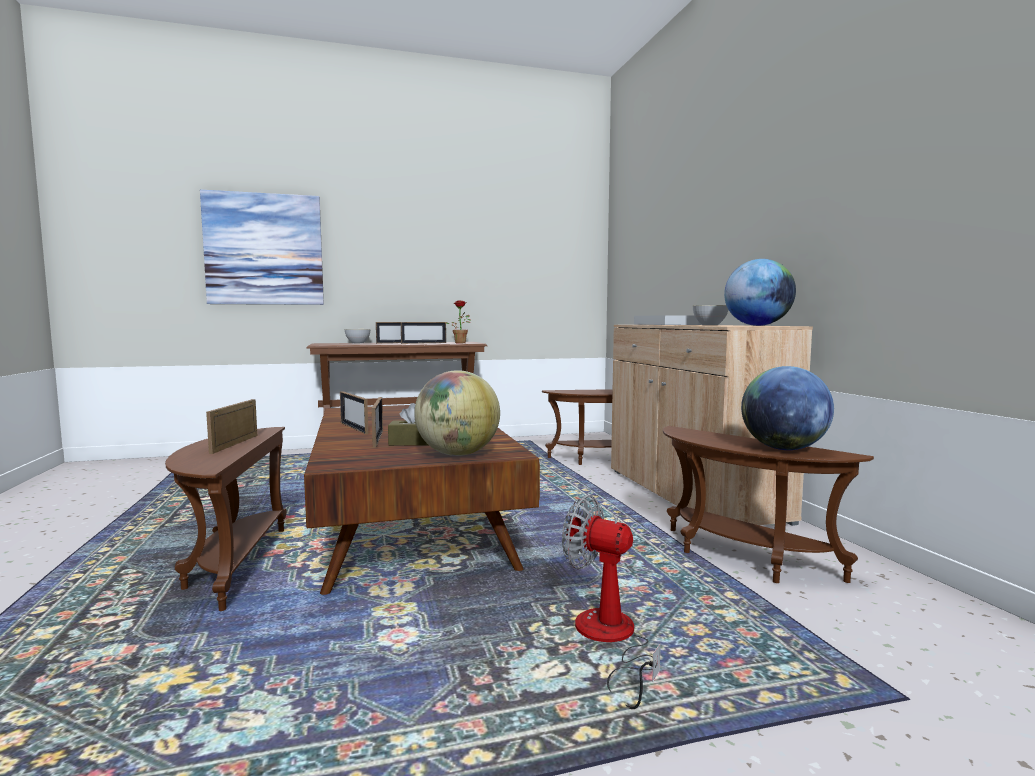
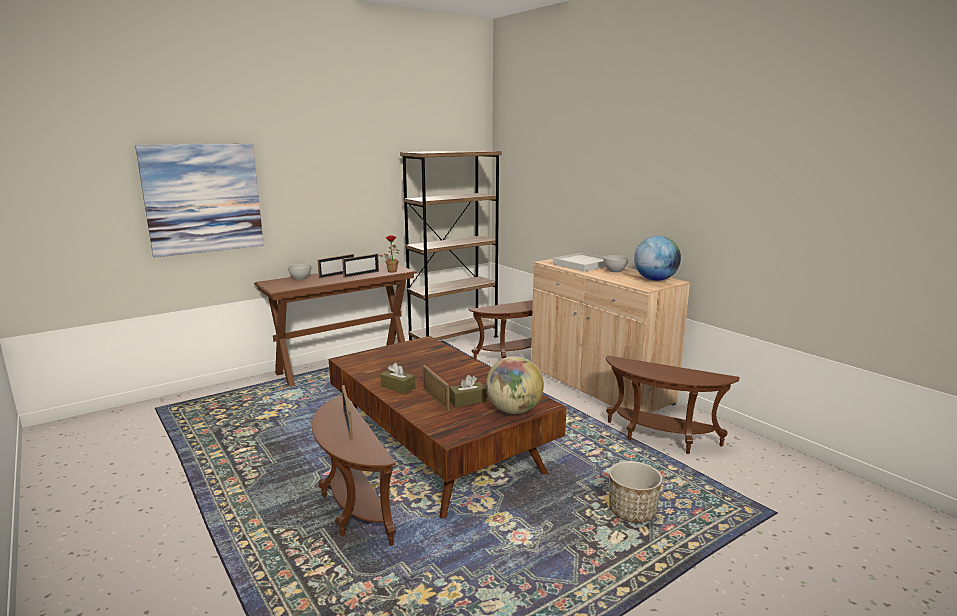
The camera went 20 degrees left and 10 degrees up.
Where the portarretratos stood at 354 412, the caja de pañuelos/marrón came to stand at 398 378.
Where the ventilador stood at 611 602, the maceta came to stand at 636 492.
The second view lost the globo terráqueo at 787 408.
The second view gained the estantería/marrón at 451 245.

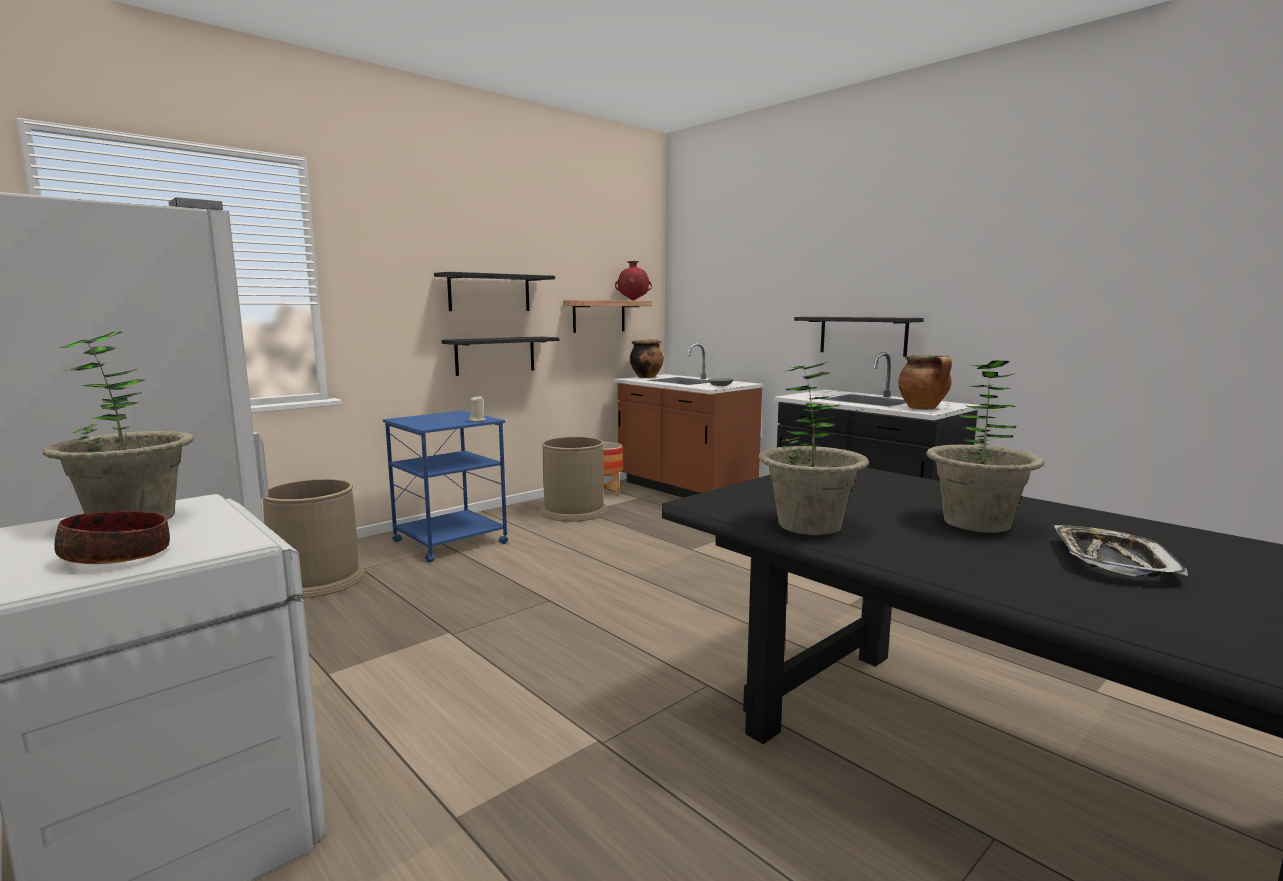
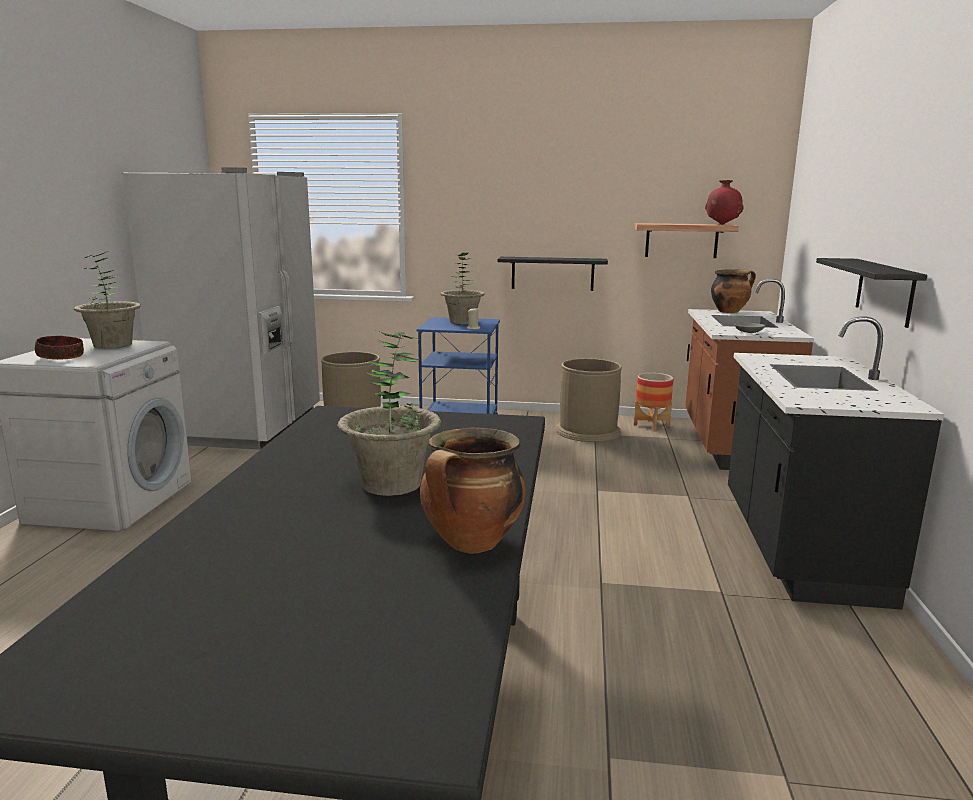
The camera went 50 degrees right and 5 degrees up.
The second view lost the estante/negro at 494 291.
The planta en maceta ended up elsewhere, having gone from 813 448 to 462 288.
The olla ended up elsewhere, having gone from 925 382 to 472 490.
The second view lost the bandeja at 1121 551.

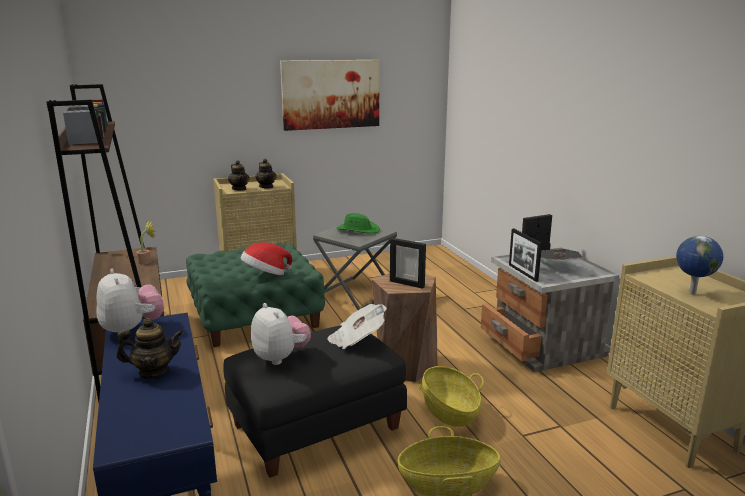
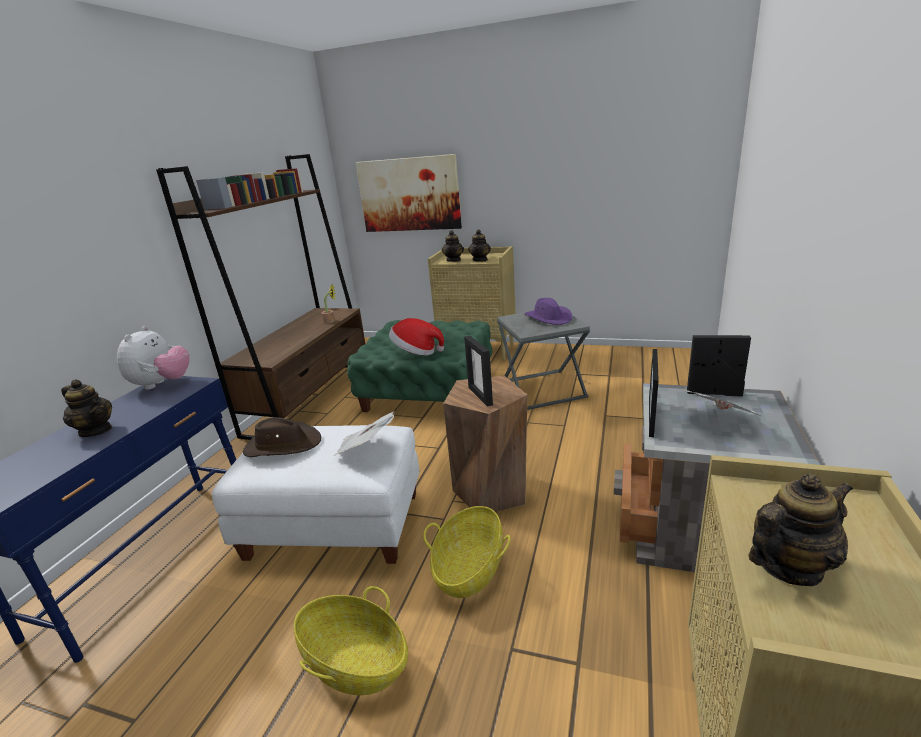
The camera went 40 degrees right and 5 degrees up.
What was the puf/negro at 315 401 turned into the puf/blanco at 316 494.
Where the peluche stood at 281 334, the sombrero/marrón came to stand at 282 437.
The cuadro ended up elsewhere, having gone from 330 95 to 409 193.
What was the sombrero/verde at 358 223 turned into the sombrero/morado at 548 311.
Where the globo terráqueo stood at 699 265, the tetera came to stand at 800 529.

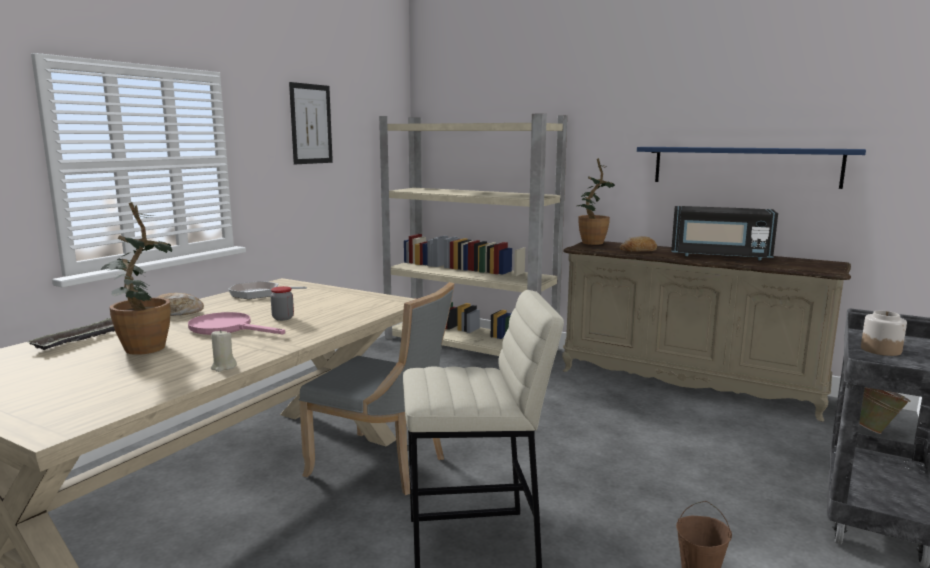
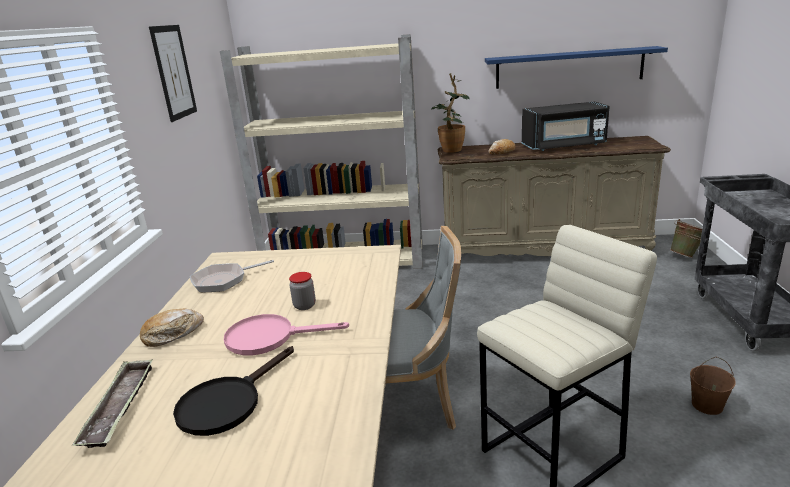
The camera went 25 degrees left and 10 degrees up.
Where the planta en maceta stood at 136 278, the sartén/negro came to stand at 233 391.
The second view lost the vela/beis at 224 350.
The second view lost the tarro at 884 333.

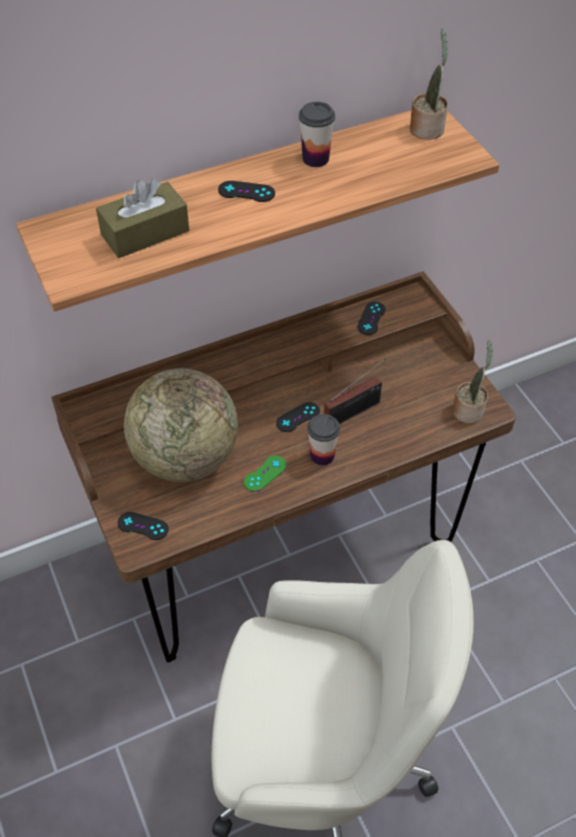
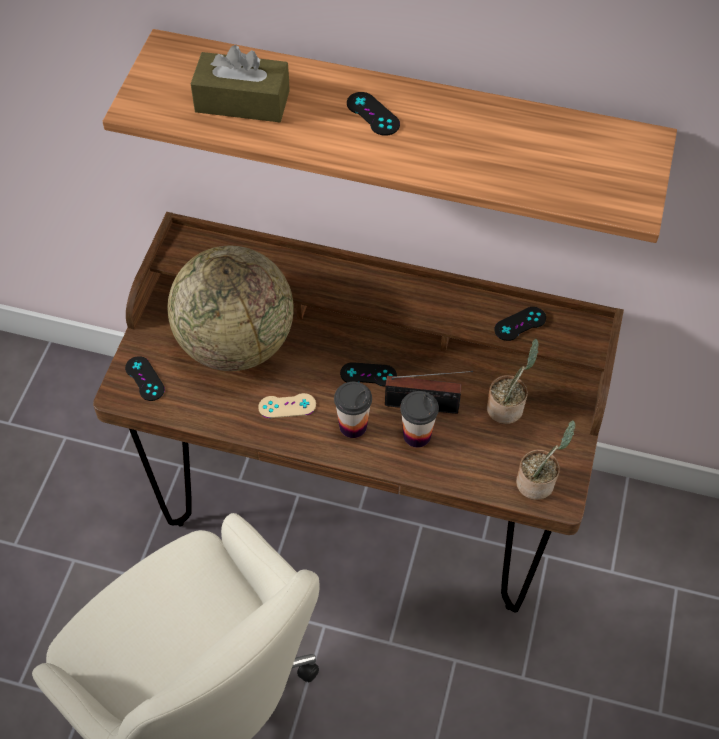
The camera went 40 degrees right and 5 degrees up.
What was the mando de consola/verde at 265 474 turned into the mando de consola/beis at 287 405.
The taza ended up elsewhere, having gone from 317 134 to 419 419.
The planta en maceta ended up elsewhere, having gone from 429 84 to 513 381.

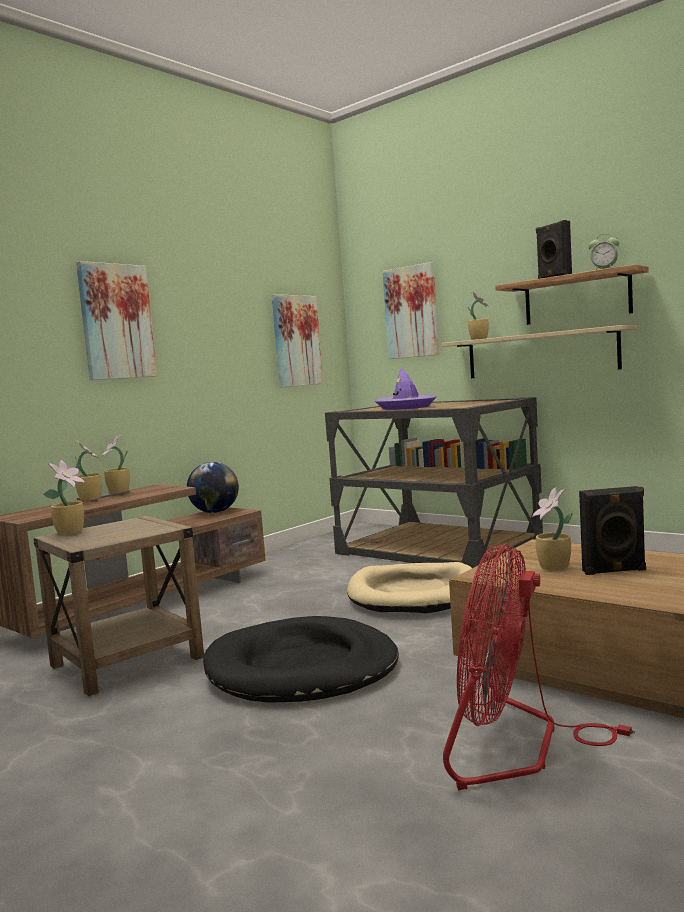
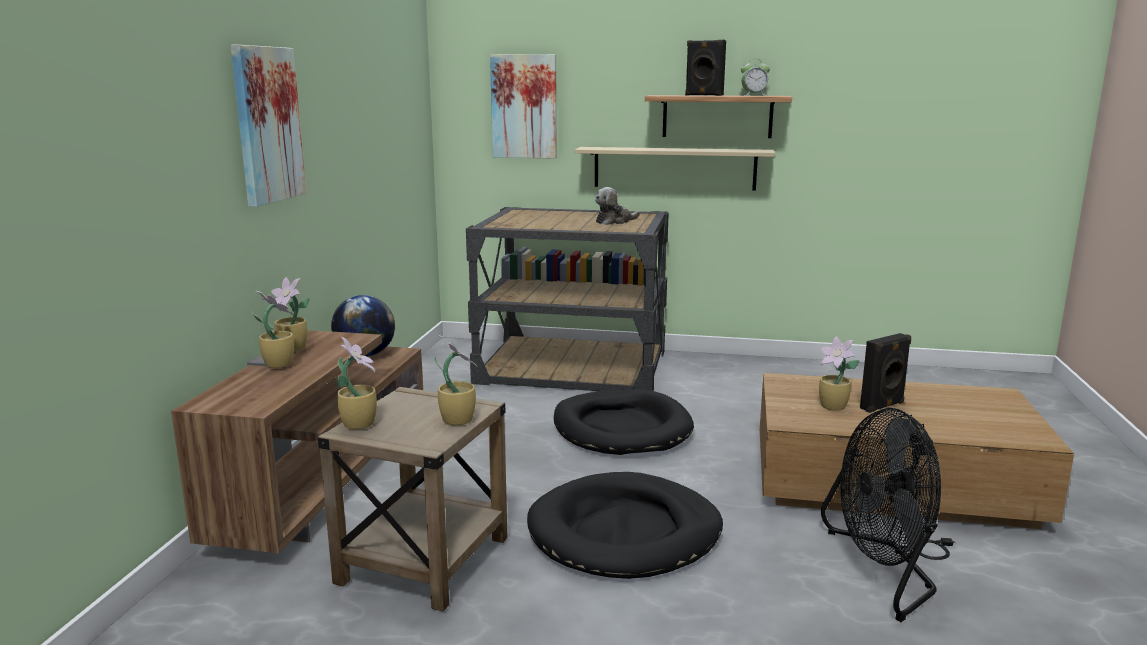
The camera went 30 degrees left and 10 degrees up.
The second view lost the cuadro at 297 341.
What was the cama para perro/beis at 409 587 turned into the cama para perro/negro at 623 422.
The second view lost the sombrero/morado at 406 388.
What was the ventilador/rojo at 538 667 turned into the ventilador/negro at 888 515.
The planta en maceta ended up elsewhere, having gone from 478 315 to 455 380.
The second view gained the peluche at 617 206.

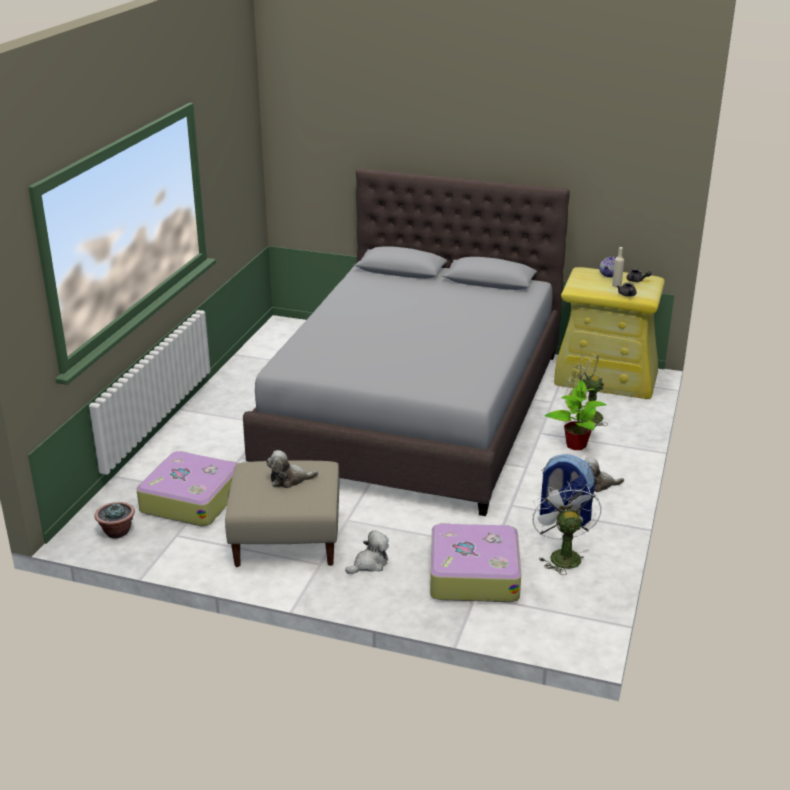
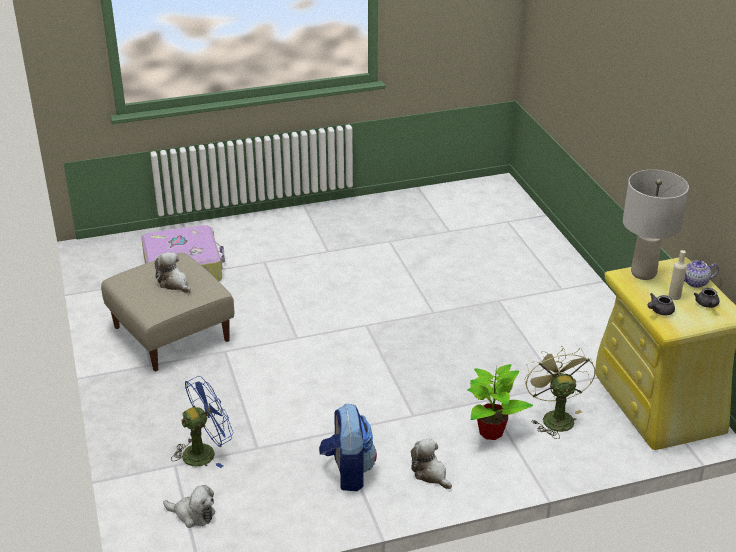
The camera went 55 degrees right and 5 degrees up.
The second view lost the planta en maceta at 115 520.
The second view lost the cama/gris at 406 342.
The peluche ended up elsewhere, having gone from 367 552 to 189 506.
Where the maleta stood at 475 562, the ventilador/azul came to stand at 202 422.
The second view lost the ventilador/blanco at 566 528.
The second view gained the lámpara de mesa/gris at 656 225.

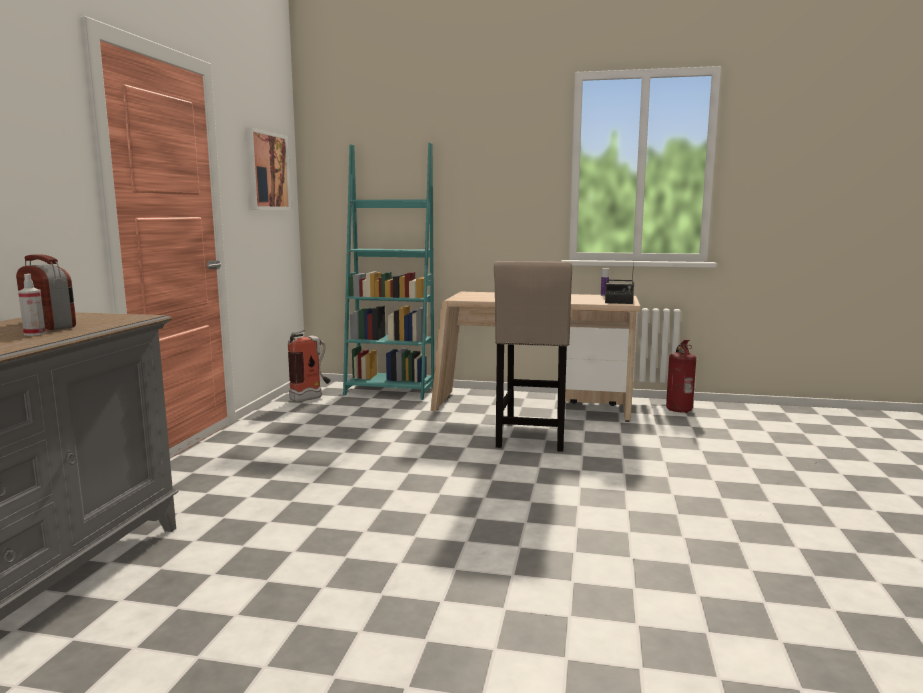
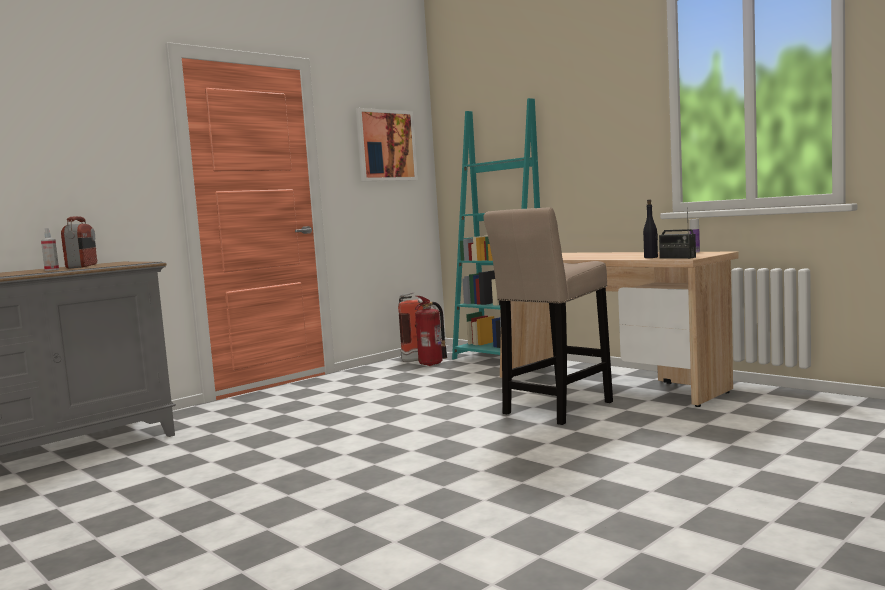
The camera went 35 degrees right and 5 degrees down.
The extintor ended up elsewhere, having gone from 681 376 to 431 331.
The second view gained the botella/negro at 650 229.

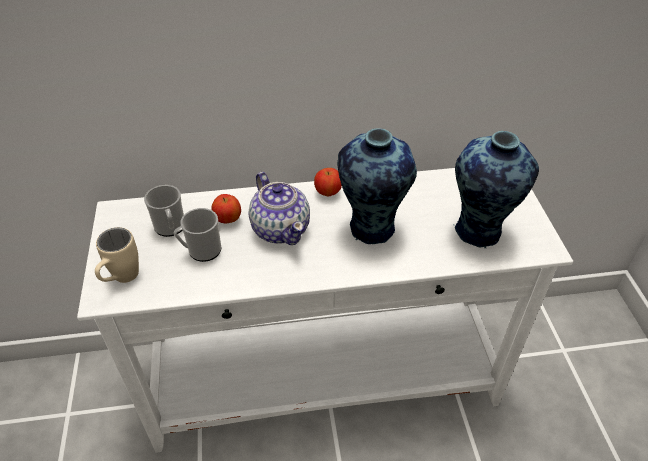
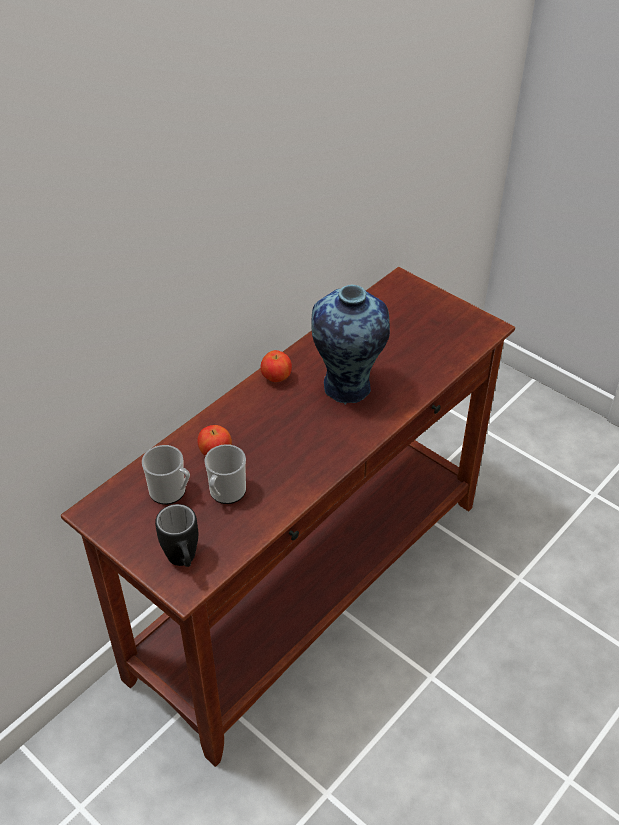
The camera went 40 degrees left and 0 degrees up.
What was the mesa consola/blanco at 325 310 turned into the mesa consola/marrón at 288 517.
What was the taza grande/beis at 117 255 turned into the taza grande/negro at 176 535.
The second view lost the tetera at 279 208.
The second view lost the florero at 496 189.

